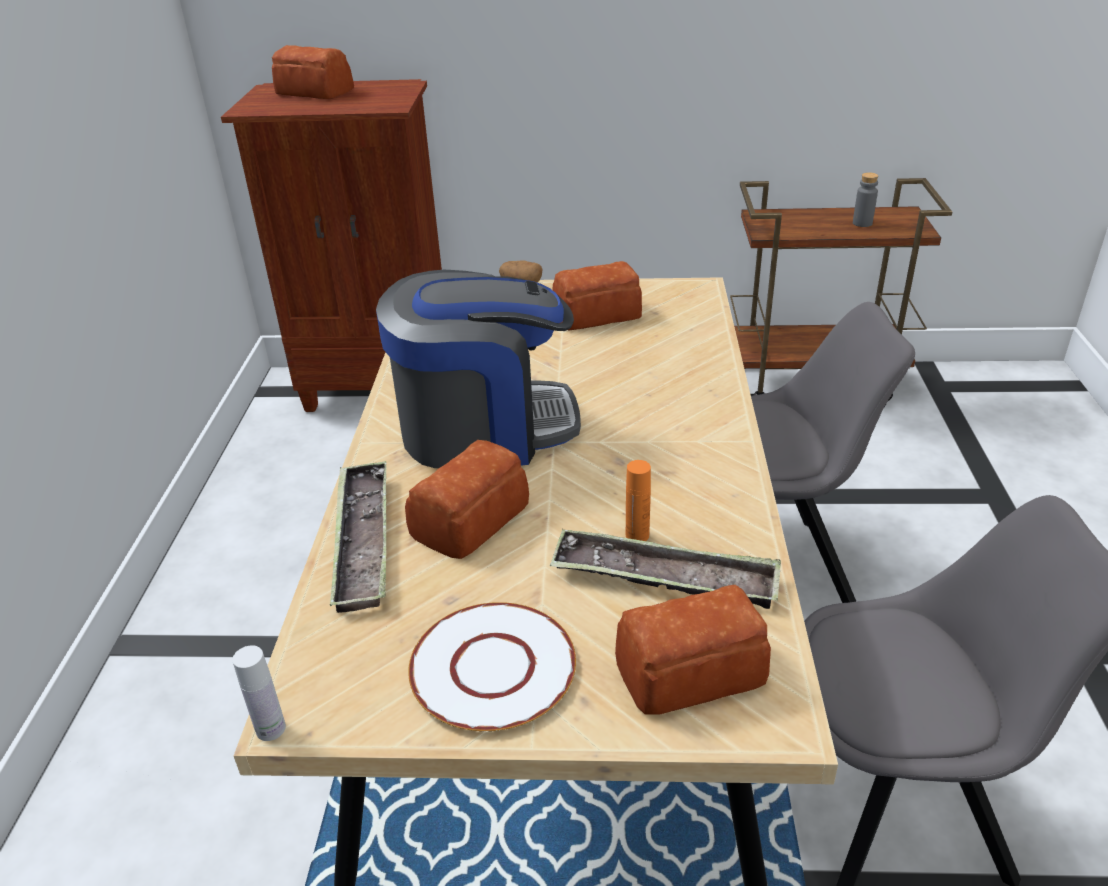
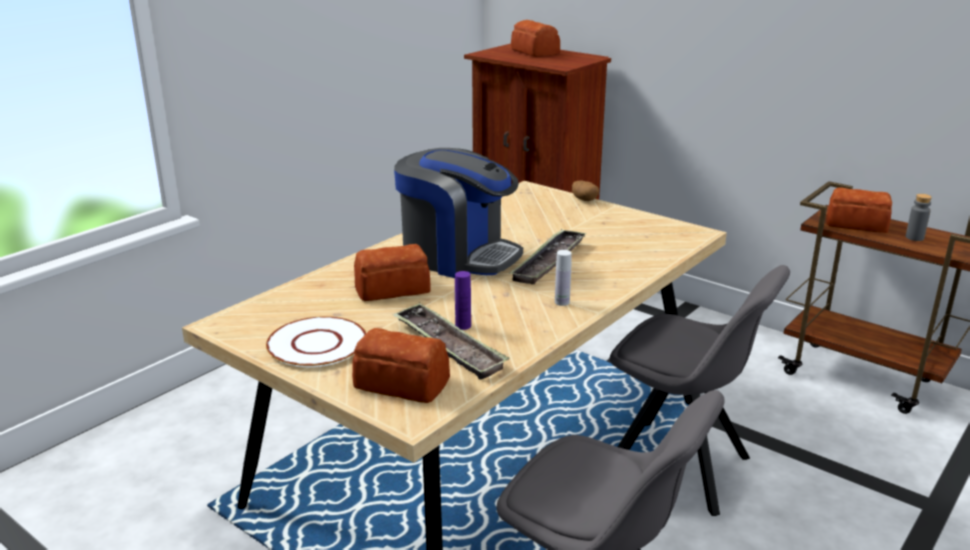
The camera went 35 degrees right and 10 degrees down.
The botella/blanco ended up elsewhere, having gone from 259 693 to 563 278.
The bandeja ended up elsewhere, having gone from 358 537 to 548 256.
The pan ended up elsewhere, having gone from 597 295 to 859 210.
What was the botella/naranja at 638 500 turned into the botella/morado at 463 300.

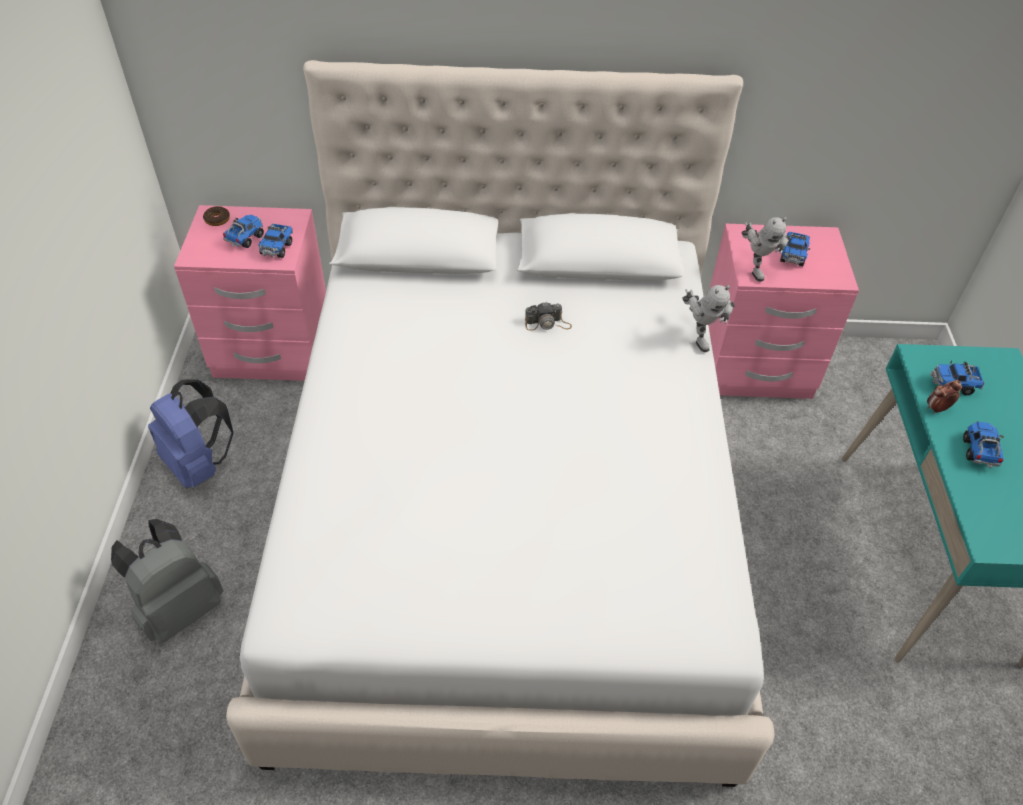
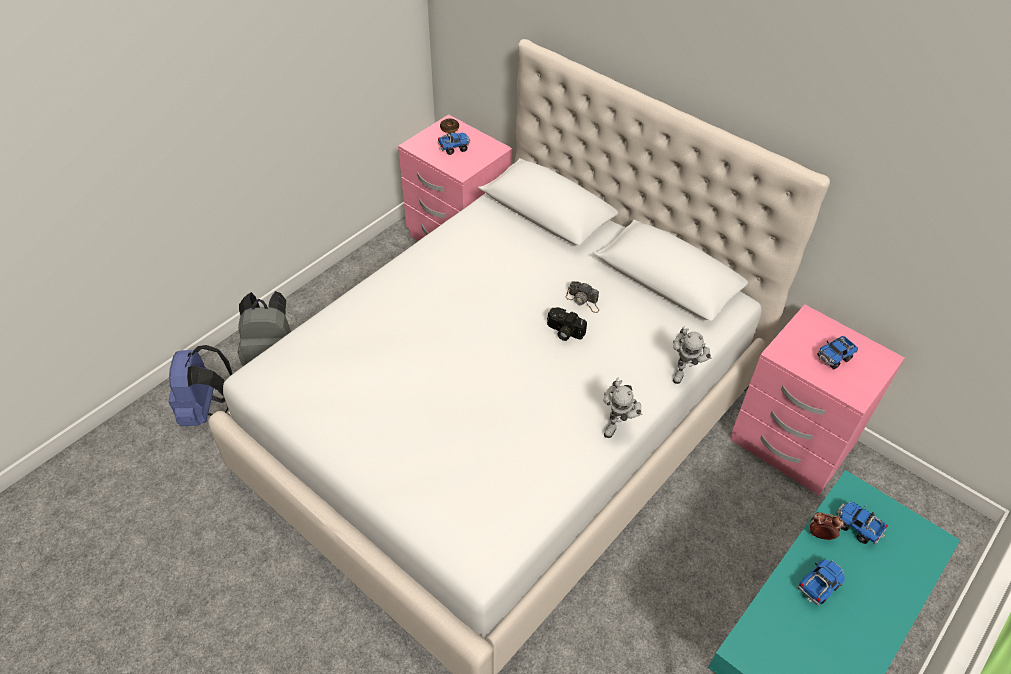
The camera went 40 degrees right and 0 degrees up.
The mochila/azul ended up elsewhere, having gone from 190 433 to 200 385.
The second view lost the camión de juguete at 275 241.
The robot de juguete ended up elsewhere, having gone from 765 249 to 623 408.
The second view gained the cámara at 567 324.

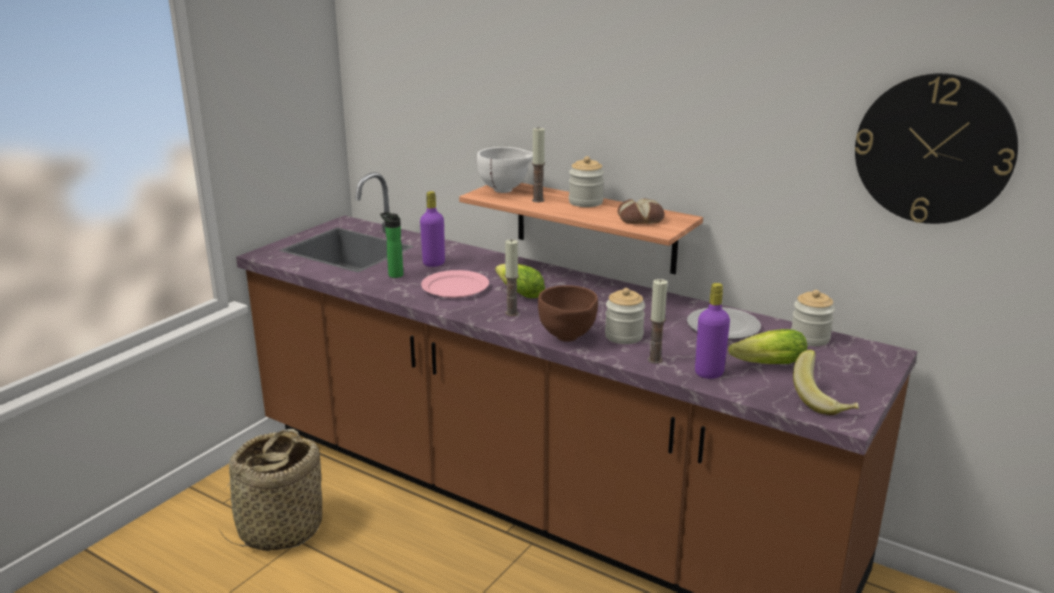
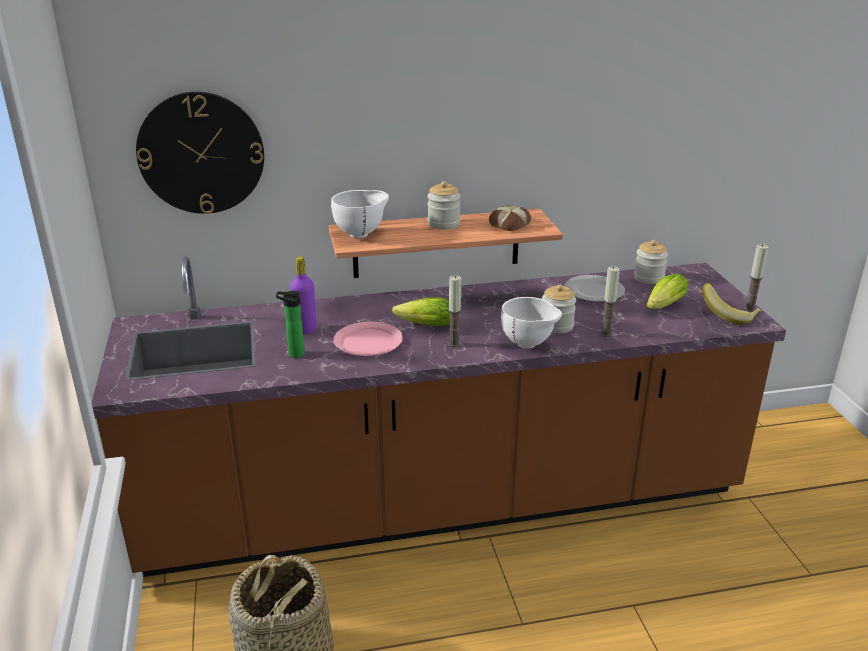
The camera went 45 degrees left and 5 degrees up.
The vela ended up elsewhere, having gone from 538 165 to 756 278.
What was the cuenco/marrón at 568 313 turned into the cuenco/blanco at 531 323.
The second view lost the botella/morado at 712 331.
The reloj de pared ended up elsewhere, having gone from 936 148 to 200 153.

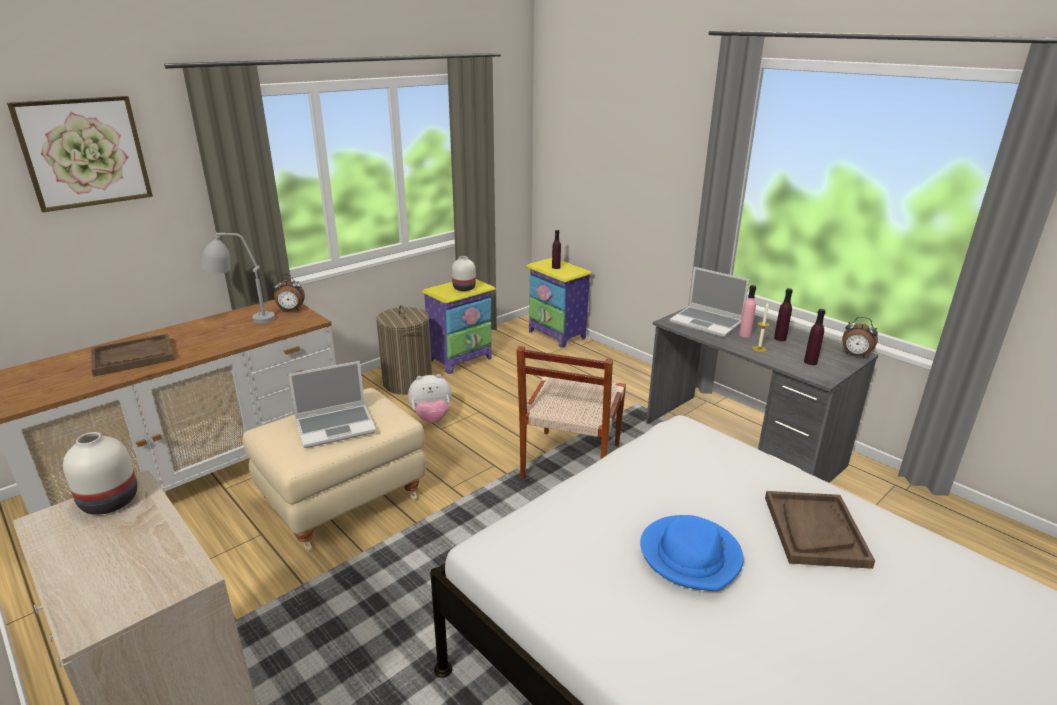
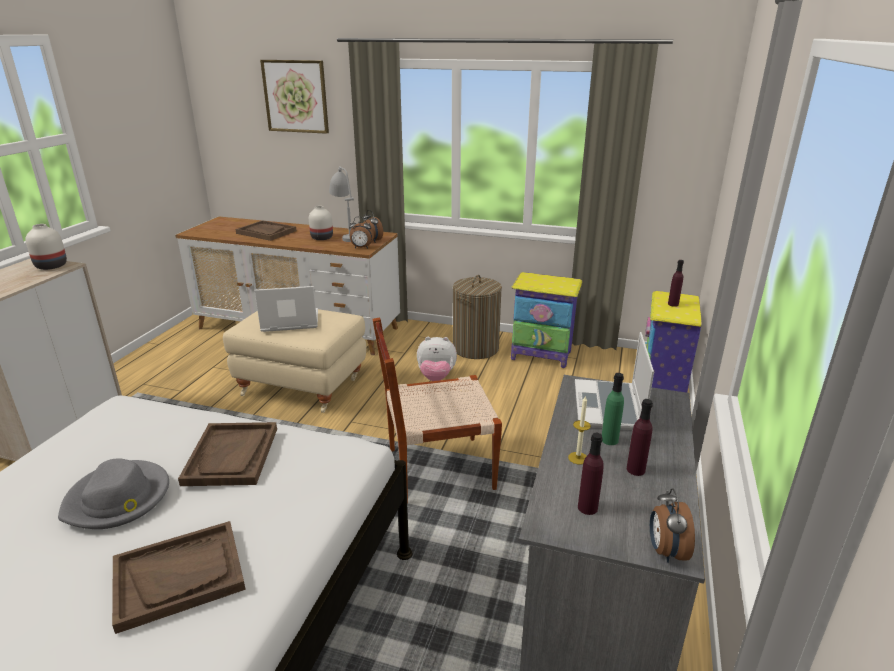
The camera went 60 degrees right and 0 degrees up.
The portátil at 332 404 ended up facing another way, 135 degrees clockwise from before.
The peluche at 430 398 ended up facing another way, 45 degrees counterclockwise from before.
The florero/blanco ended up elsewhere, having gone from 464 273 to 321 223.
What was the sombrero/azul at 692 553 turned into the sombrero/gris at 113 493.
What was the botella/rosa at 747 311 turned into the botella/verde at 613 409.
The second view gained the bandeja/marrón at 227 454.
The second view gained the despertador at 361 232.

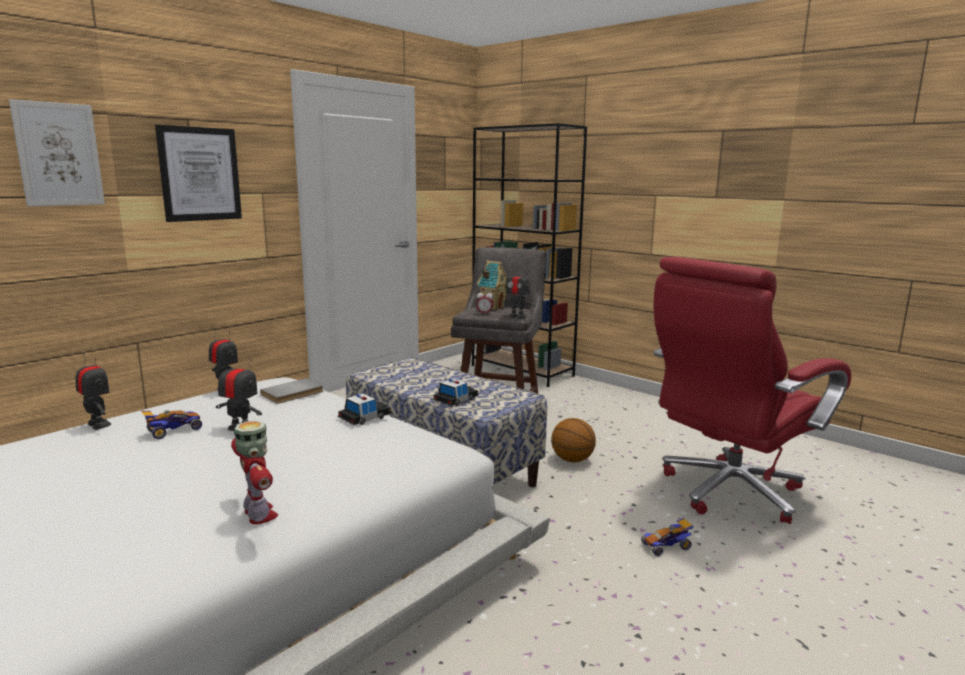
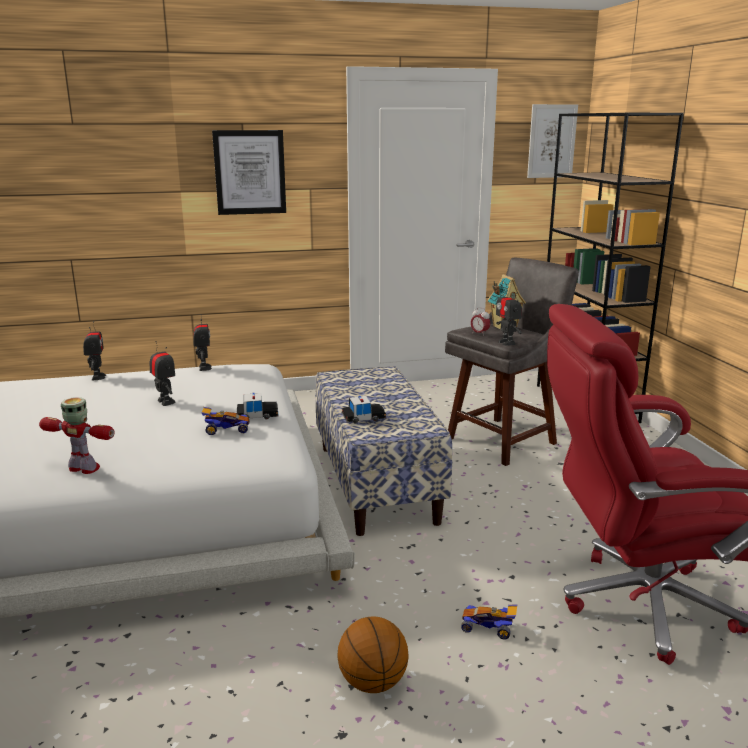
The camera went 35 degrees right and 5 degrees up.
The cuadro ended up elsewhere, having gone from 57 152 to 552 141.
The coche de juguete ended up elsewhere, having gone from 171 424 to 225 421.
The robot de juguete at 254 472 ended up facing another way, 75 degrees counterclockwise from before.
The second view lost the libro/gris at 292 391.
The balón de baloncesto ended up elsewhere, having gone from 573 440 to 373 654.

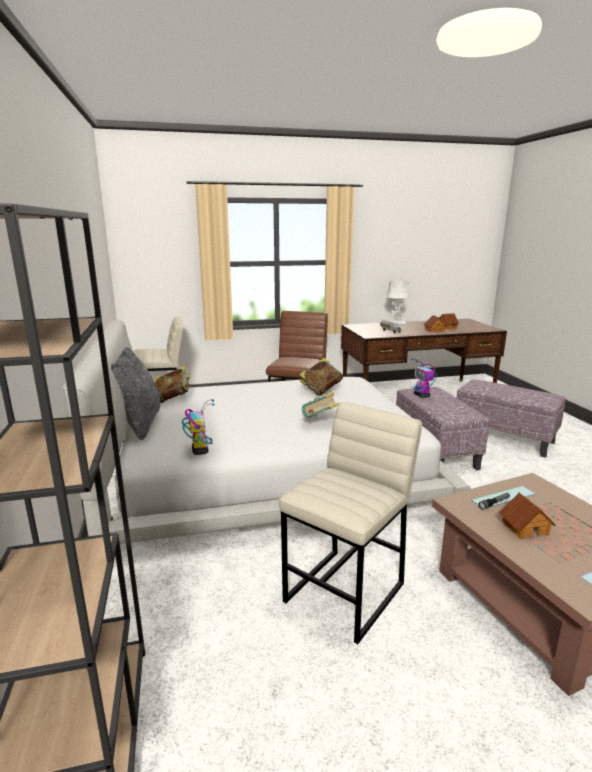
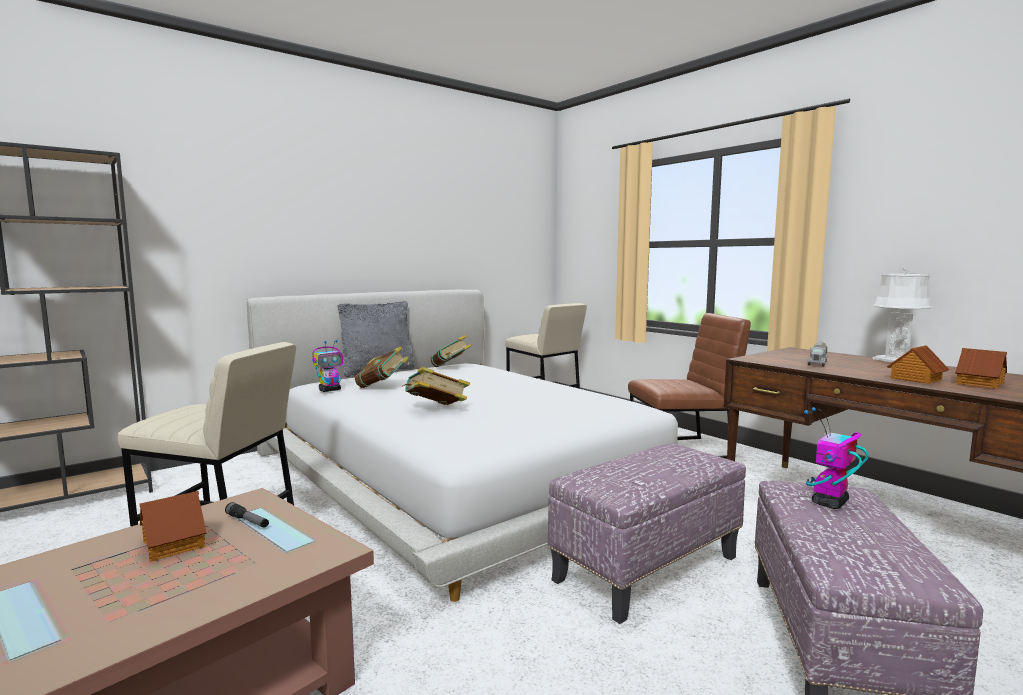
The camera went 65 degrees right and 10 degrees down.
The libro ended up elsewhere, having gone from 321 377 to 382 367.
The robot de juguete ended up elsewhere, having gone from 424 378 to 836 458.

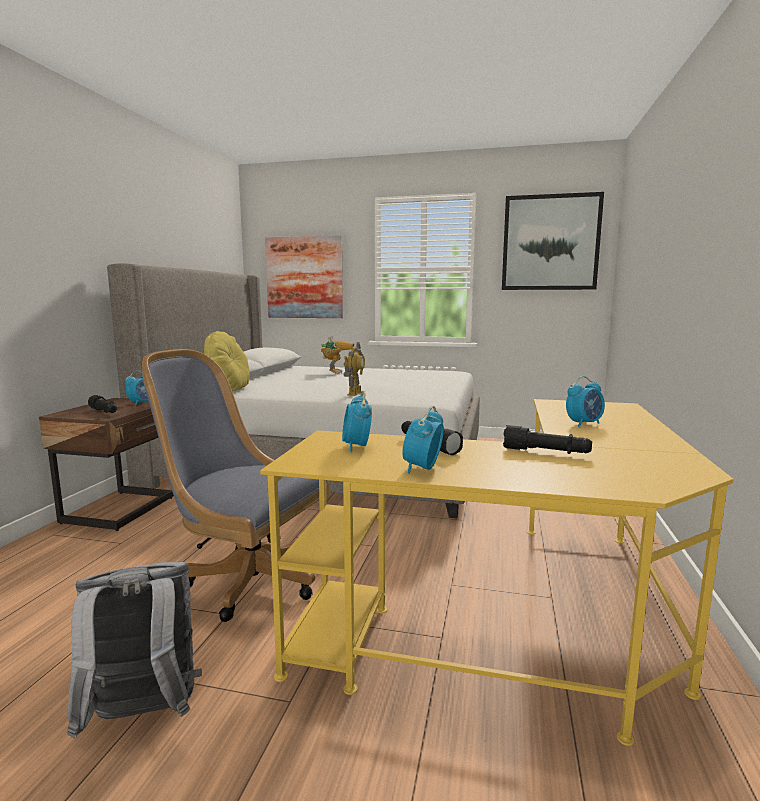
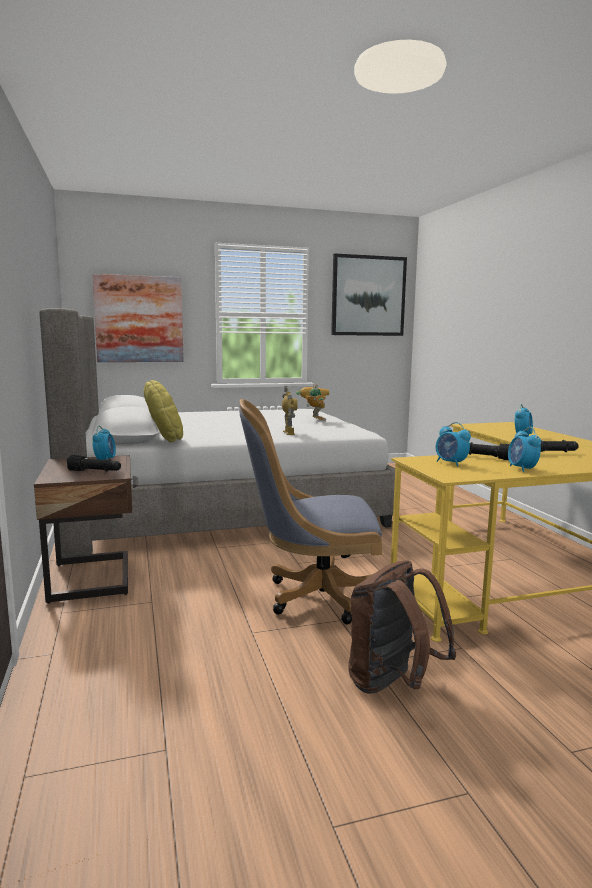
The camera went 30 degrees left and 0 degrees up.
What was the mochila/gris at 134 650 turned into the mochila/marrón at 402 627.
The robot de juguete ended up elsewhere, having gone from 337 355 to 312 402.

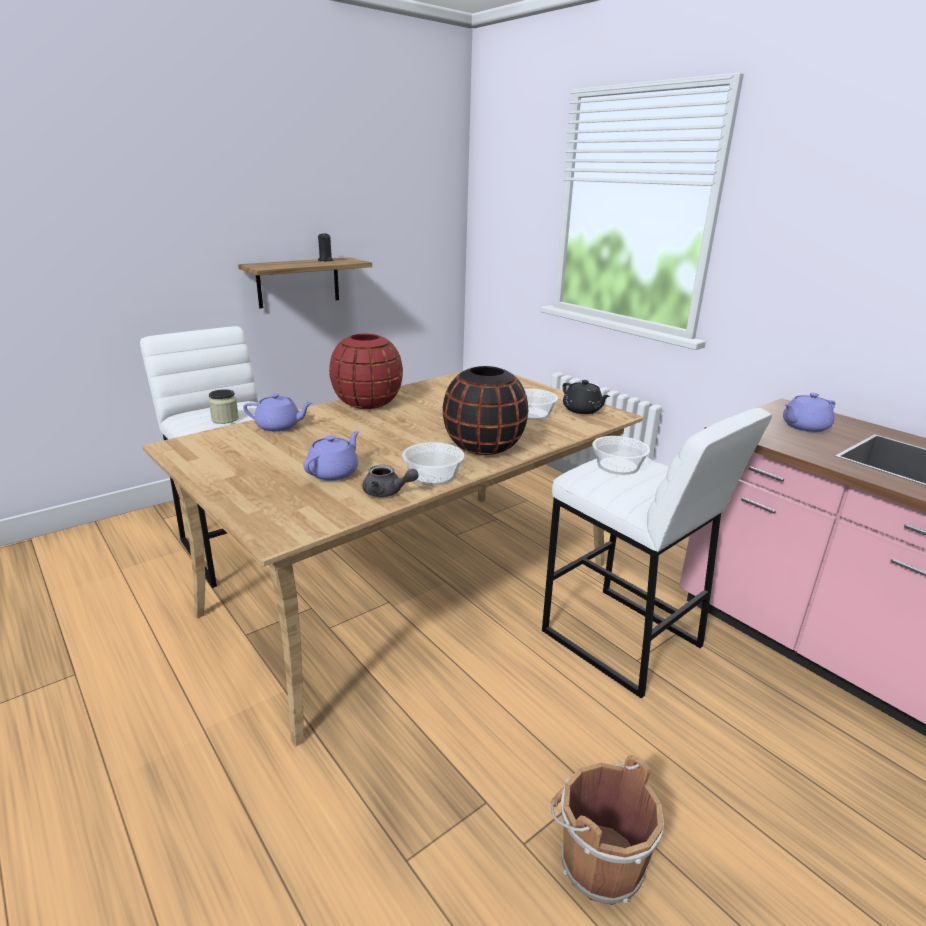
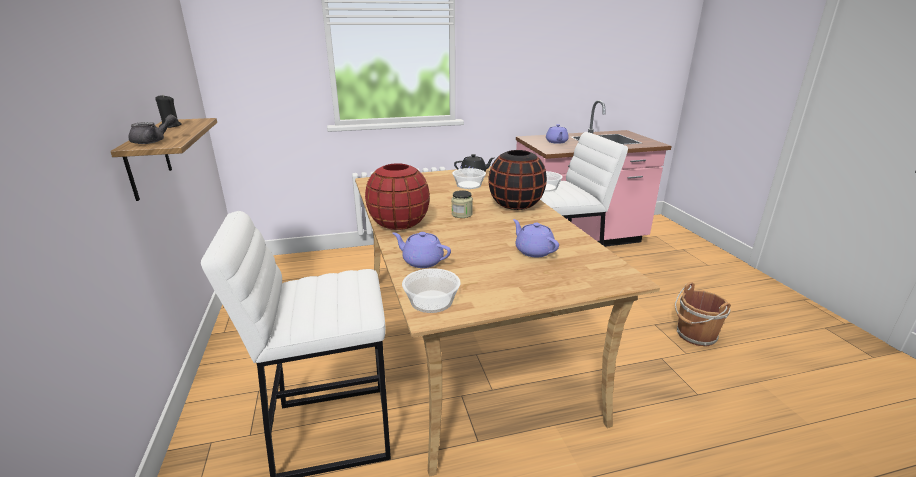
The camera went 65 degrees left and 0 degrees up.
The tarro ended up elsewhere, having gone from 223 406 to 462 204.
The tetera/morado at 278 412 ended up facing another way, 90 degrees counterclockwise from before.
The tetera/gris ended up elsewhere, having gone from 390 481 to 152 129.
The cuenco ended up elsewhere, having gone from 433 464 to 431 290.

